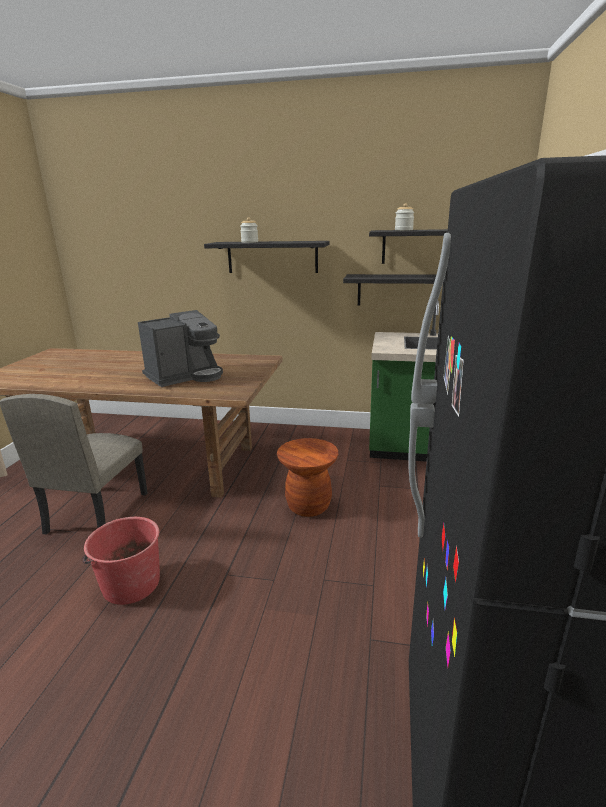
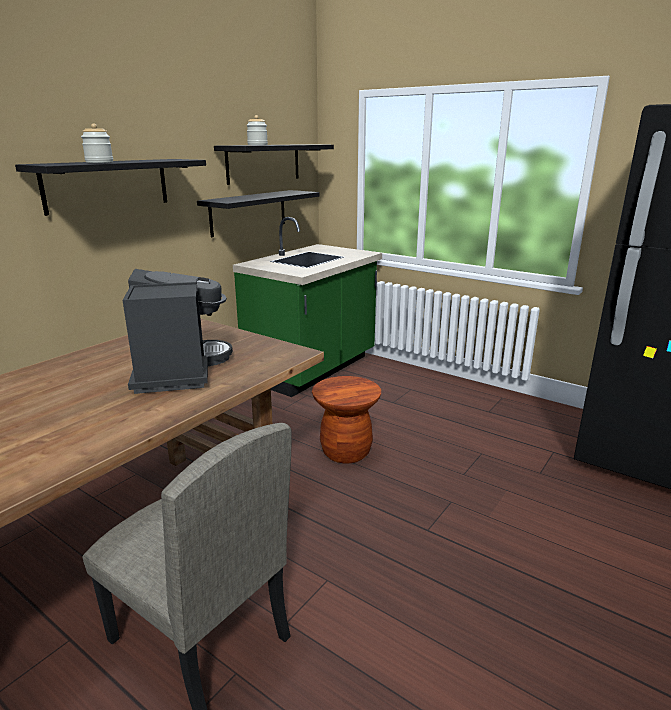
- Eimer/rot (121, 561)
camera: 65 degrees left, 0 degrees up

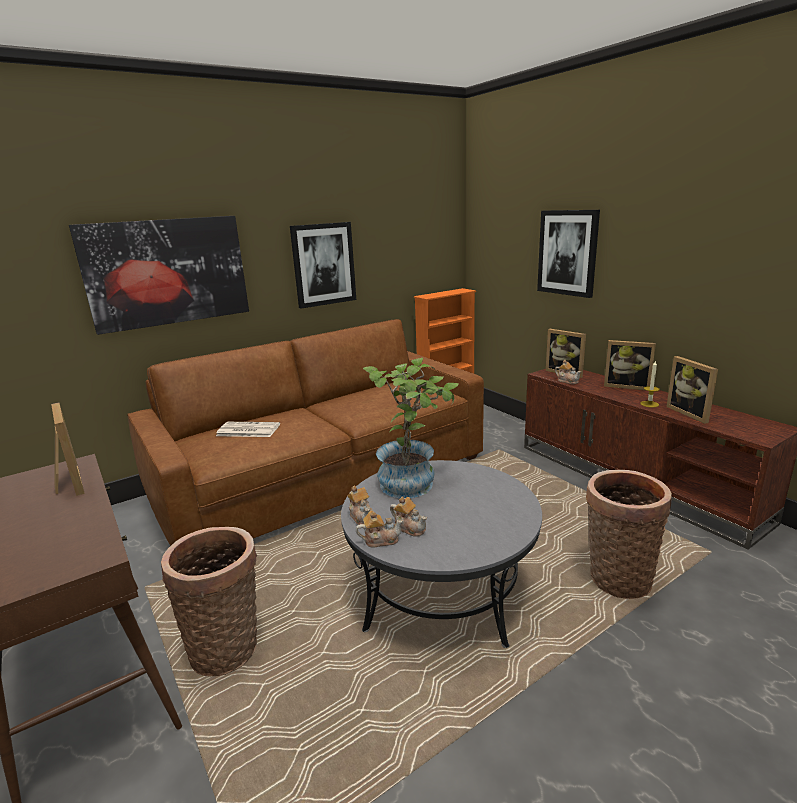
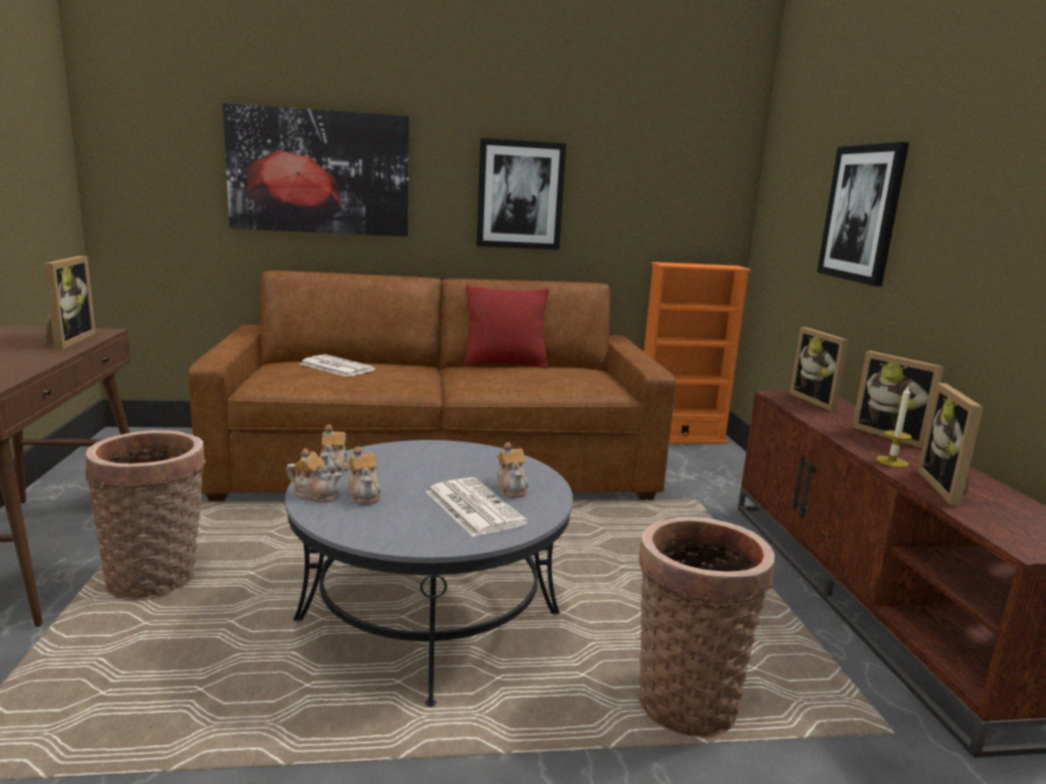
+ Zeitung (477, 507)
+ Kissen/rot (506, 326)
~ Teekanne (568, 372) to (513, 470)
- Topfpflanze (411, 428)
camera: 25 degrees right, 5 degrees down

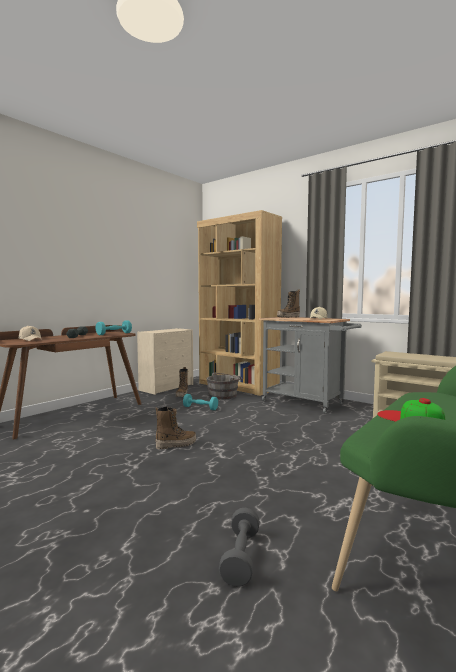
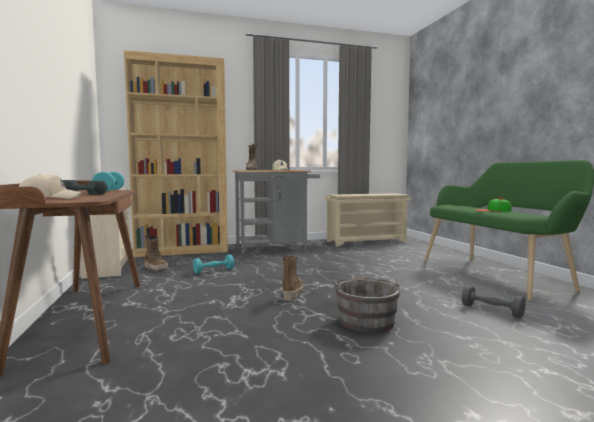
~ Eimer/grau (224, 386) to (367, 305)
camera: 55 degrees left, 0 degrees up

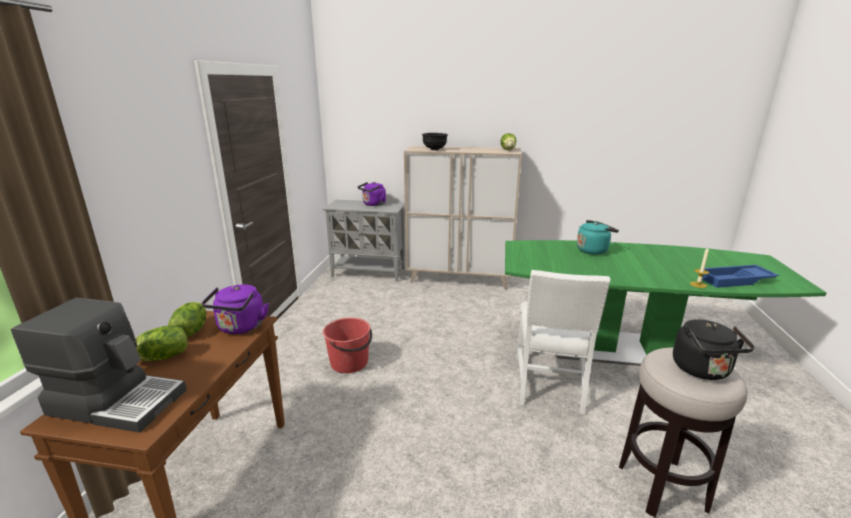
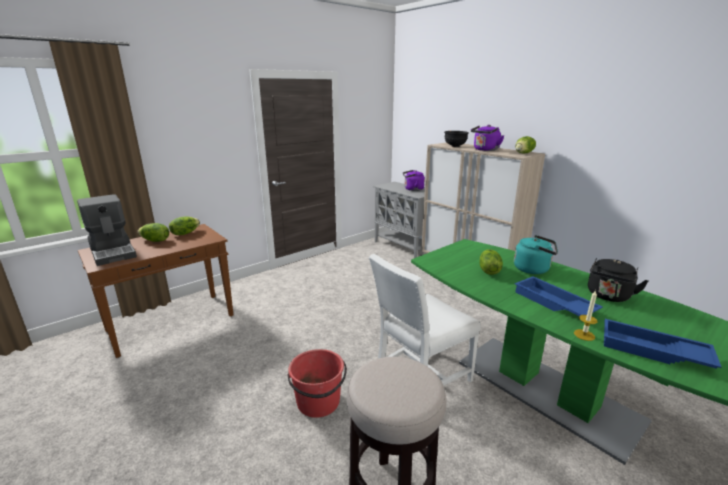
~ Eimer/rot (347, 345) to (317, 383)
~ Wasserkessel/lila (235, 309) to (488, 138)
+ Salatkopf (491, 262)
+ Tablett/blau (559, 296)
~ Wasserkessel/schwarz (714, 349) to (618, 280)
camera: 40 degrees right, 0 degrees up

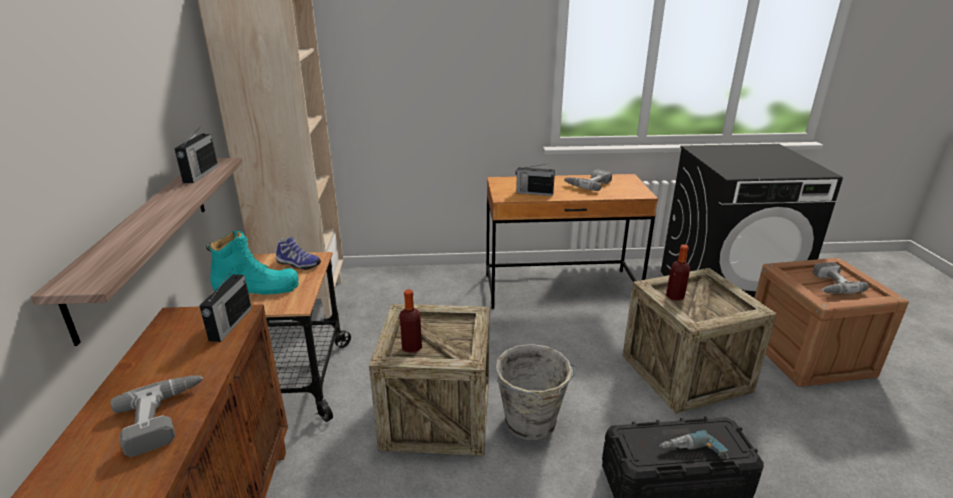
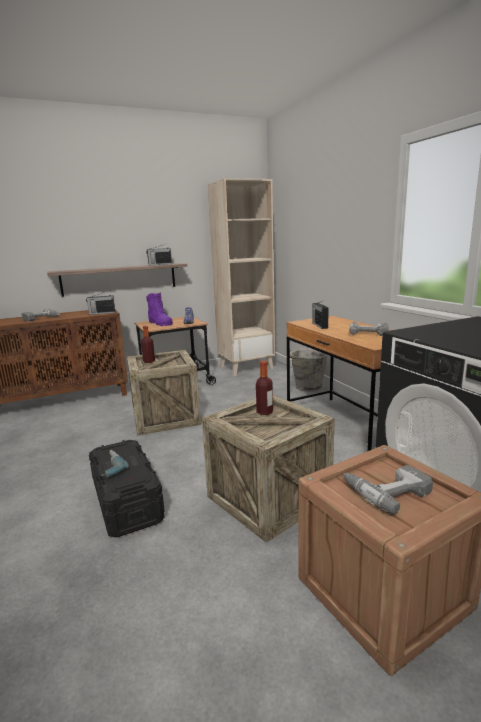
~ Stiefel/türkis (252, 263) to Stiefel/lila (159, 309)
~ Eimer/grau (535, 392) to (308, 370)
camera: 70 degrees right, 10 degrees down

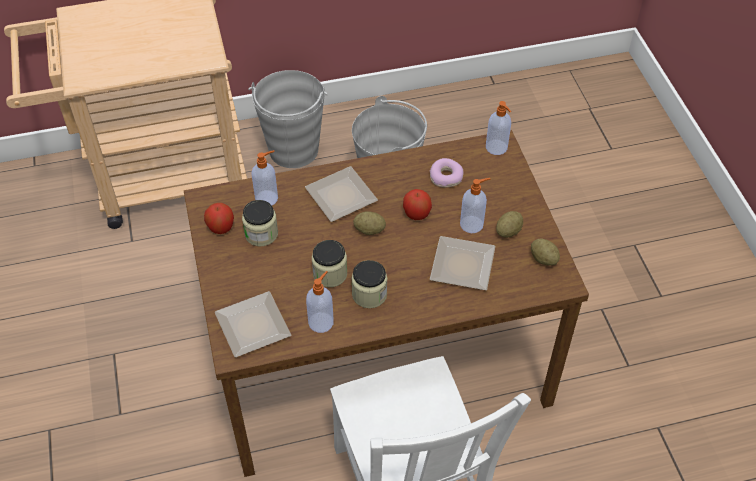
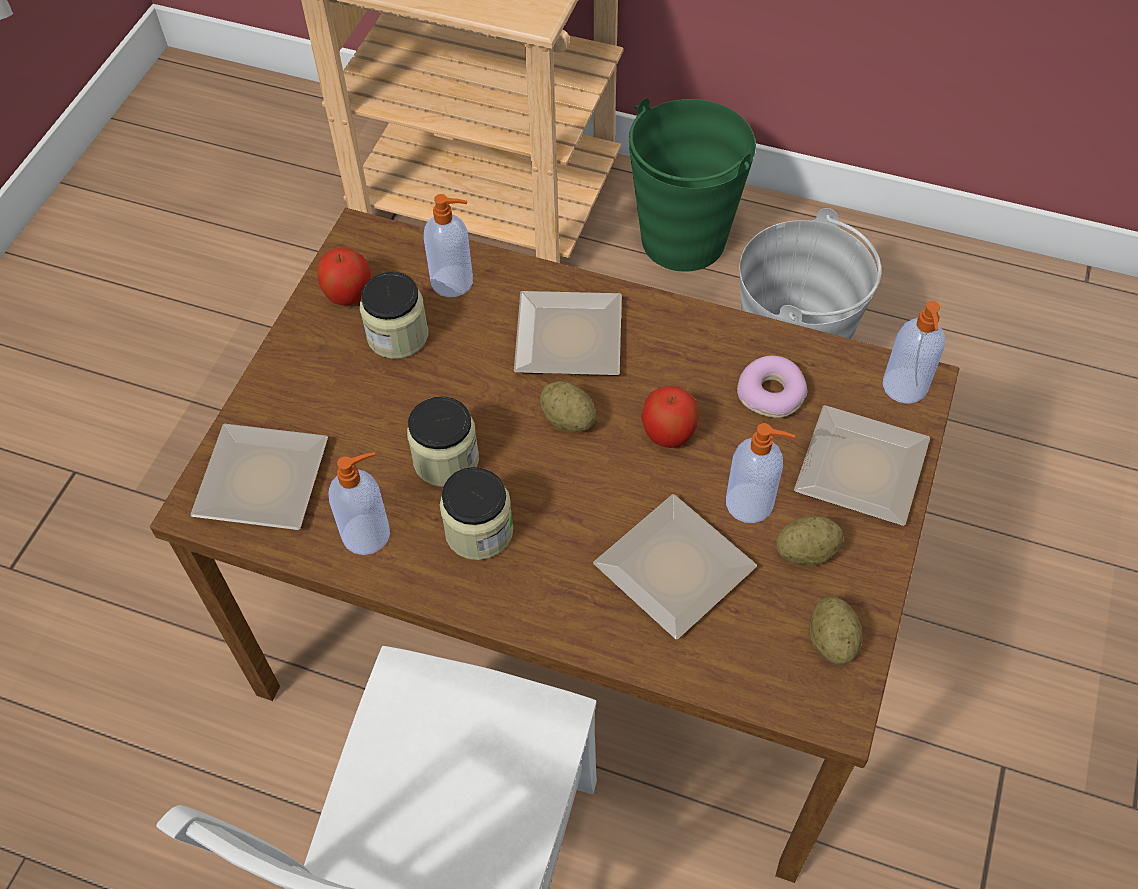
~ Eimer/grau (288, 119) to Eimer/grün (692, 185)
+ Teller (862, 465)
camera: 35 degrees right, 5 degrees up

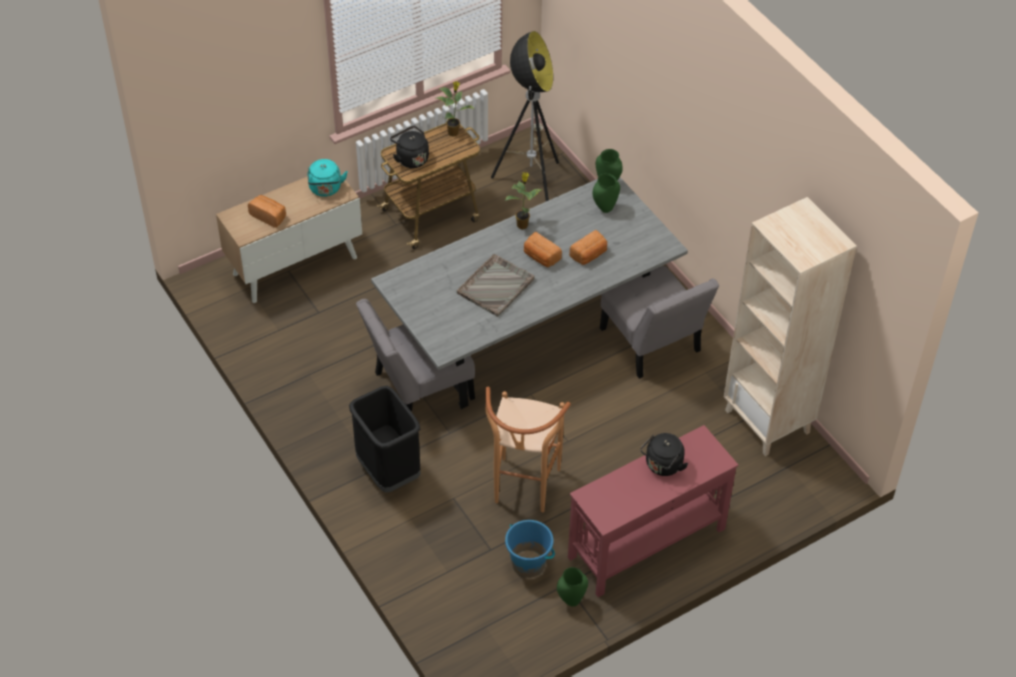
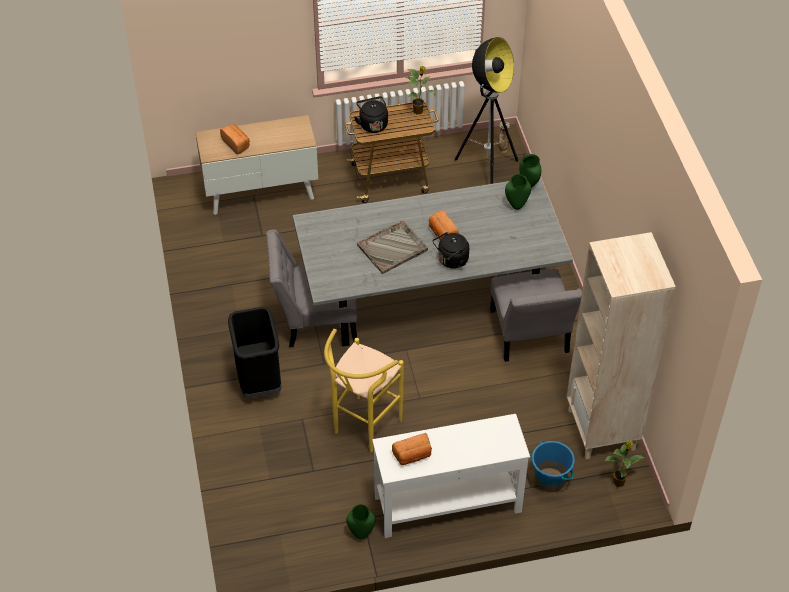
~ Hocker/braun (528, 449) to Hocker/gelb (364, 390)
~ Konsolentisch/rot (653, 511) to Konsolentisch/weiß (451, 476)
~ Brot (588, 247) to (412, 449)
~ Wasserkessel/schwarz (664, 454) to (451, 250)
~ Eimer/blau (530, 549) to (553, 466)
~ Topfpflanze (524, 201) to (624, 463)
- Wasserkessel/türkis (328, 178)
camera: 20 degrees right, 0 degrees up

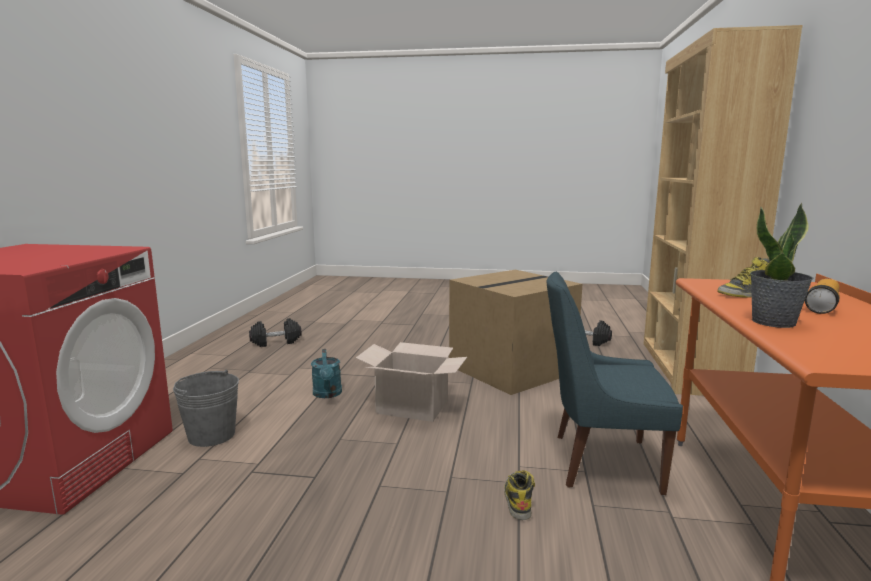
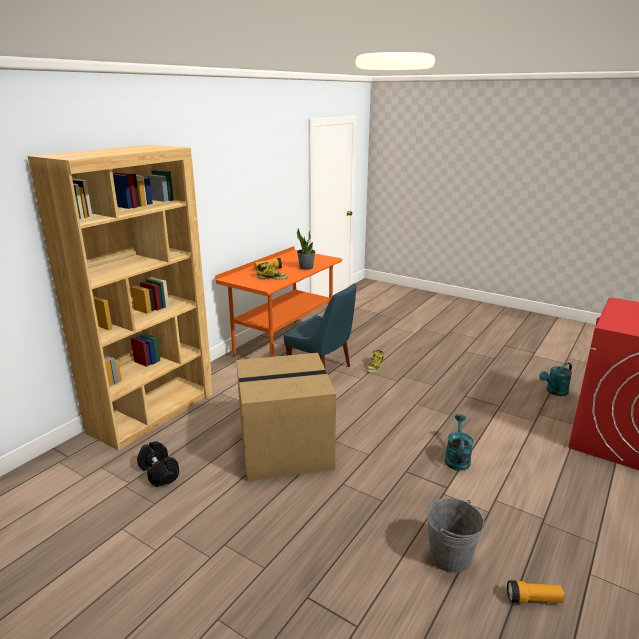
~ Eimer/grau (206, 408) to (455, 535)
~ Hantel/schwarz (275, 332) to Taschenlampe (535, 591)
+ Gießkanne/türkis (555, 379)
- Karton (411, 382)
camera: 155 degrees left, 10 degrees up

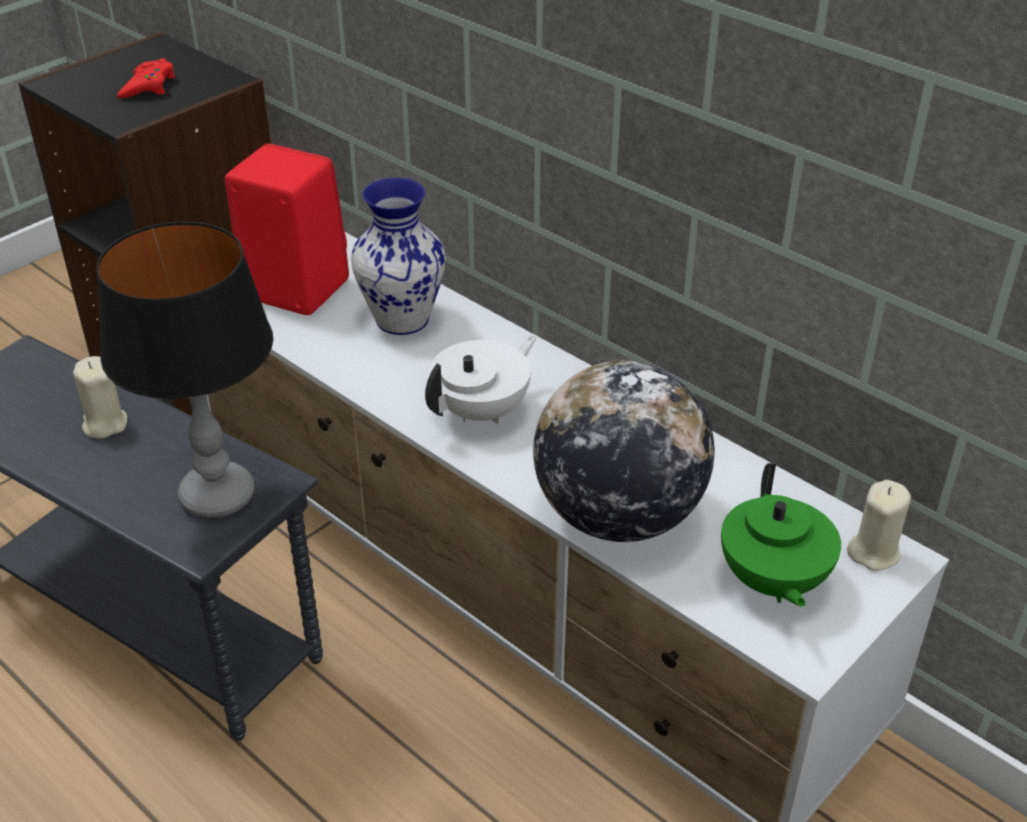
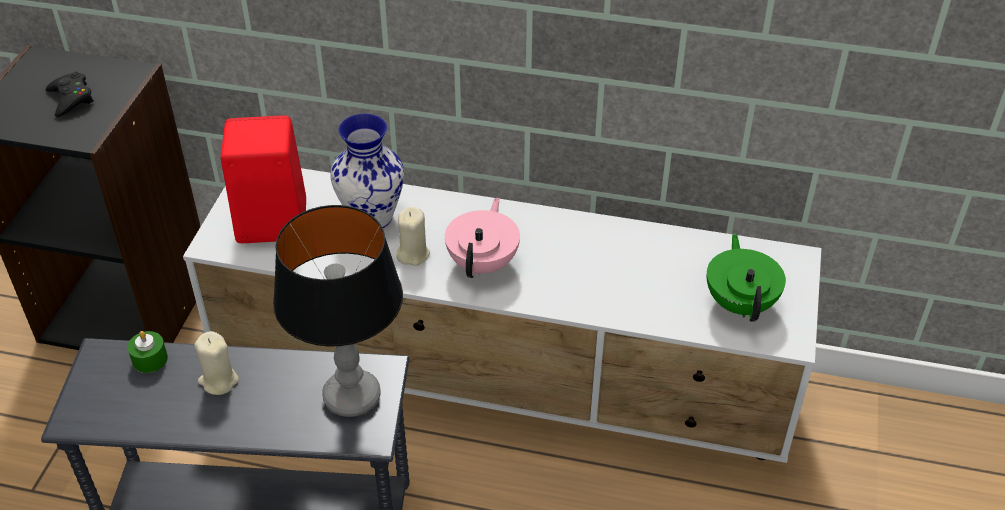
~ Gamepad/rot (146, 78) to Gamepad/schwarz (70, 94)
+ Kerze/grün (147, 352)
~ Kerze/beige (879, 525) to (413, 236)
~ Teekanne/weiß (480, 380) to Teekanne/rosa (482, 237)
~ Teekanne/grün (781, 535) = (746, 277) 150 degrees counterclockwise
- Globus (623, 451)
camera: 30 degrees left, 5 degrees up

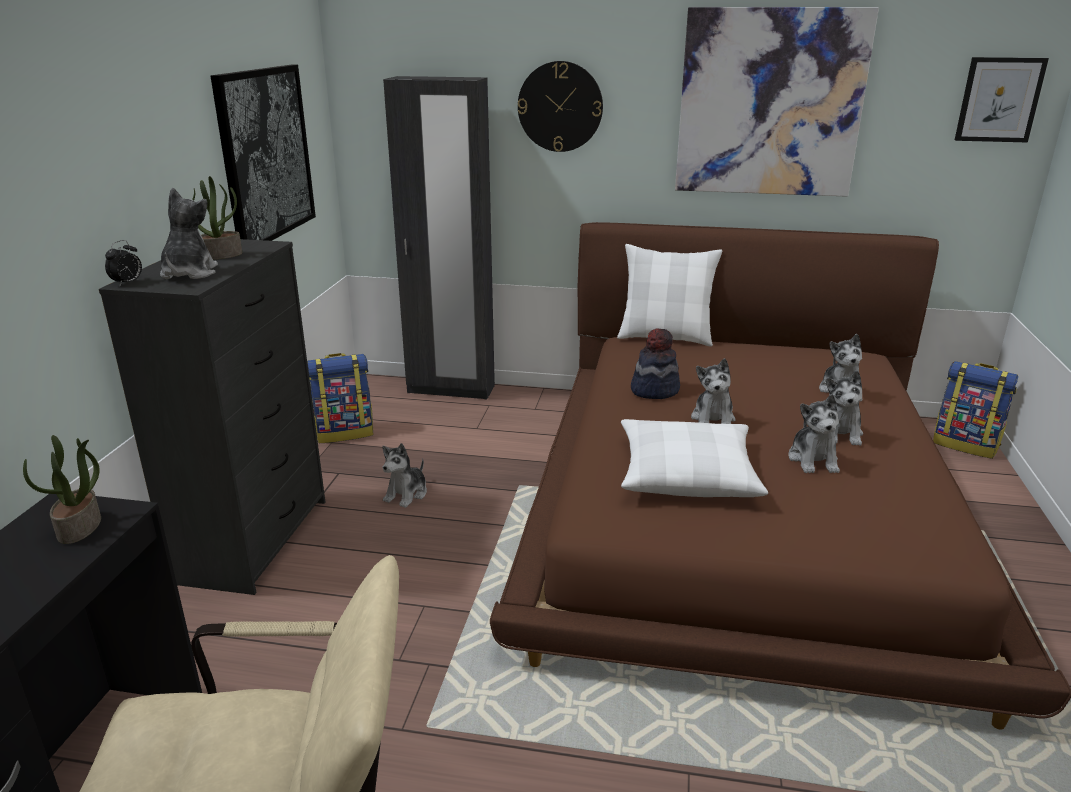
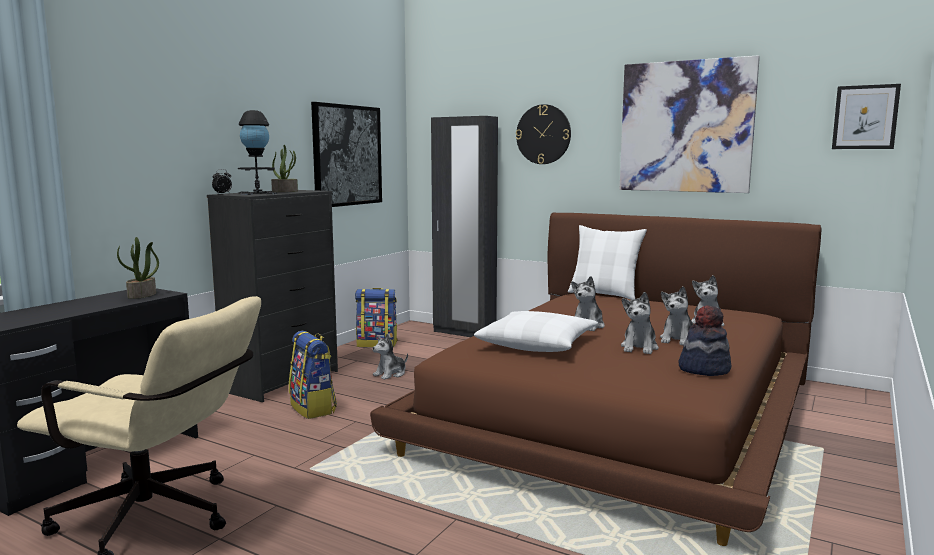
~ Plüschtier (189, 233) to Tischlampe/schwarz (257, 152)
~ Rucksack (975, 410) to (313, 375)
~ Hut (655, 363) to (705, 341)
camera: 20 degrees right, 15 degrees down

